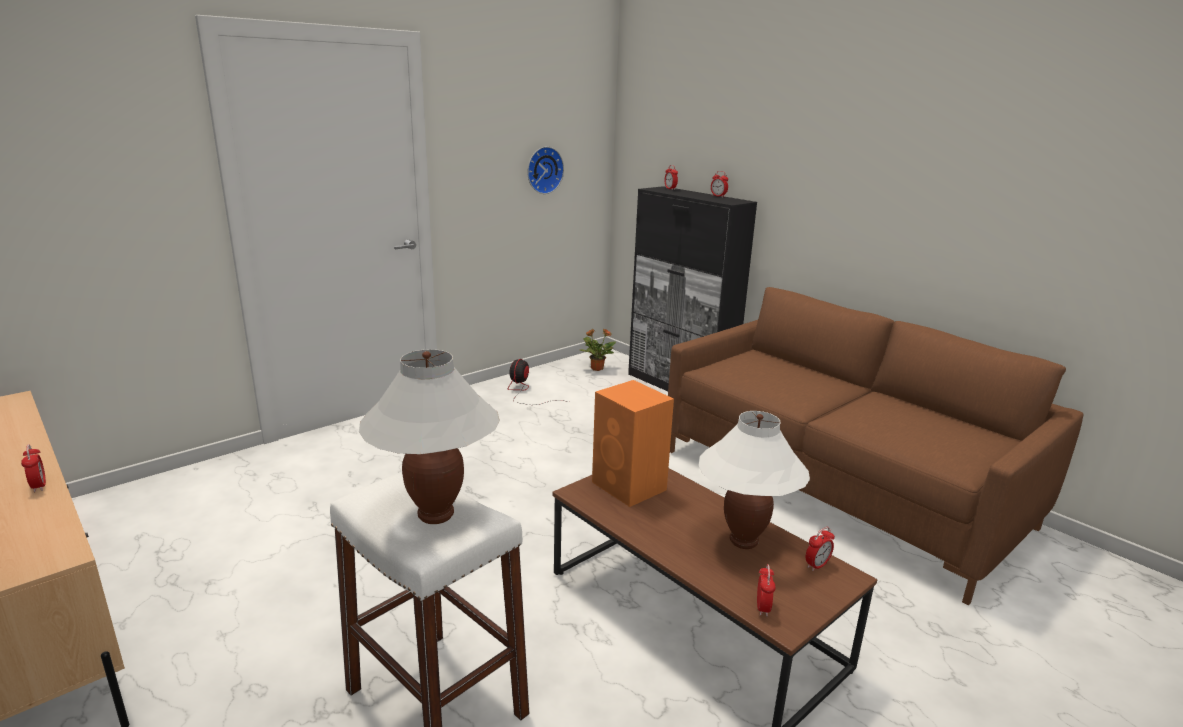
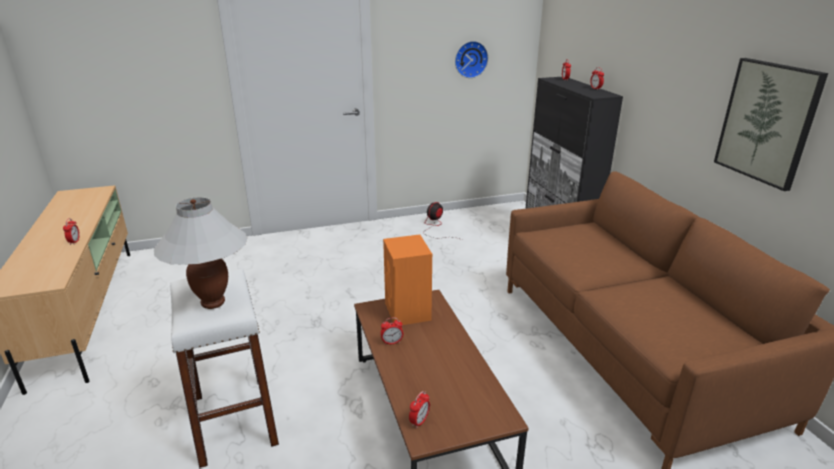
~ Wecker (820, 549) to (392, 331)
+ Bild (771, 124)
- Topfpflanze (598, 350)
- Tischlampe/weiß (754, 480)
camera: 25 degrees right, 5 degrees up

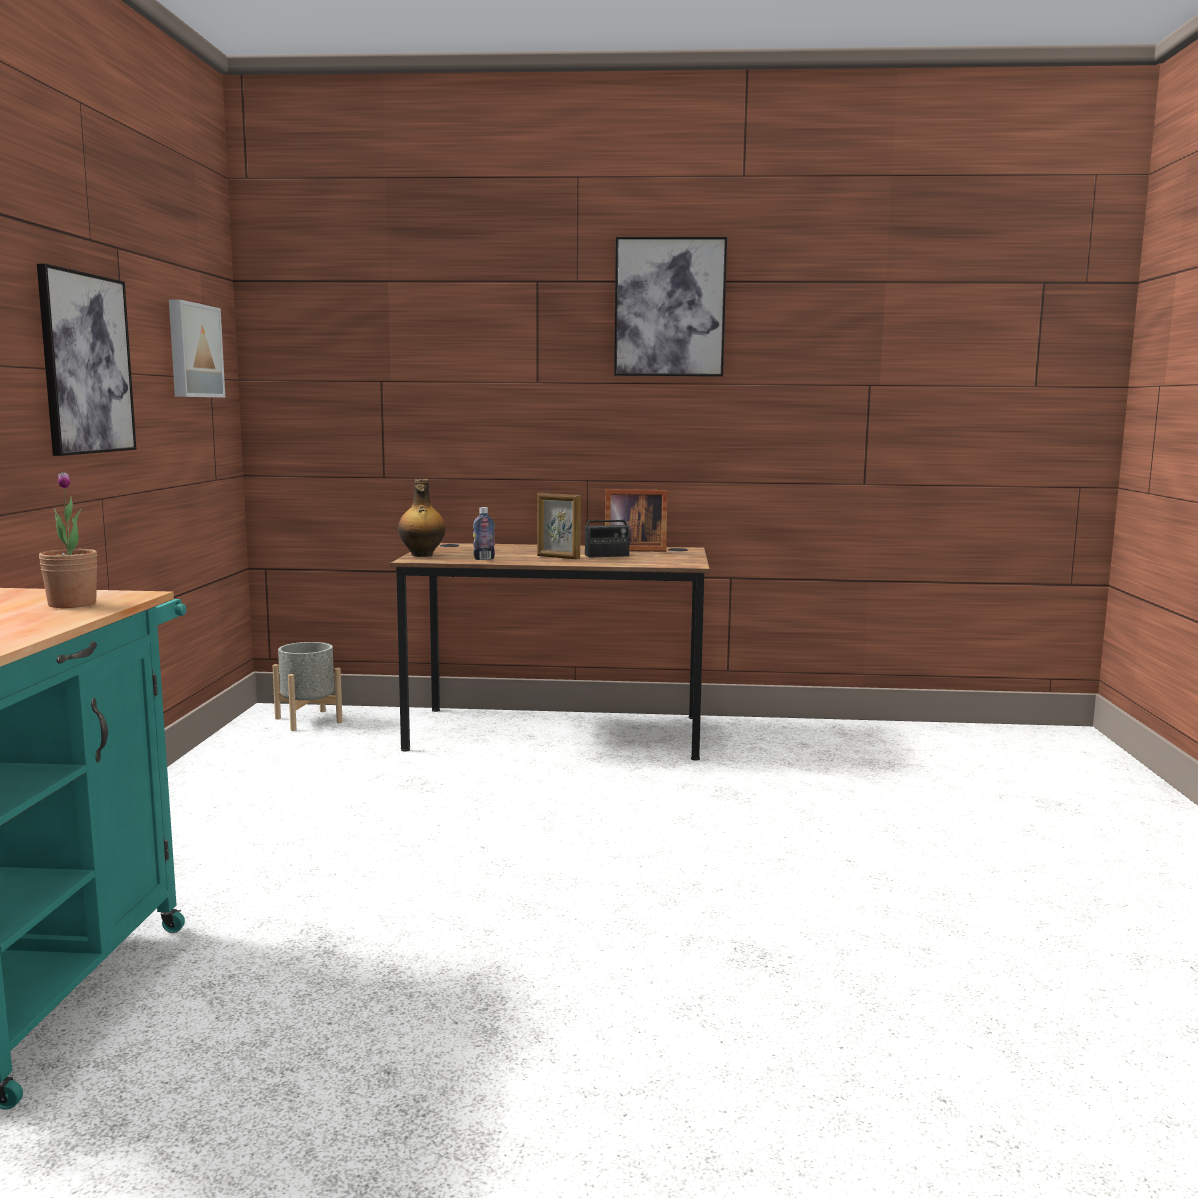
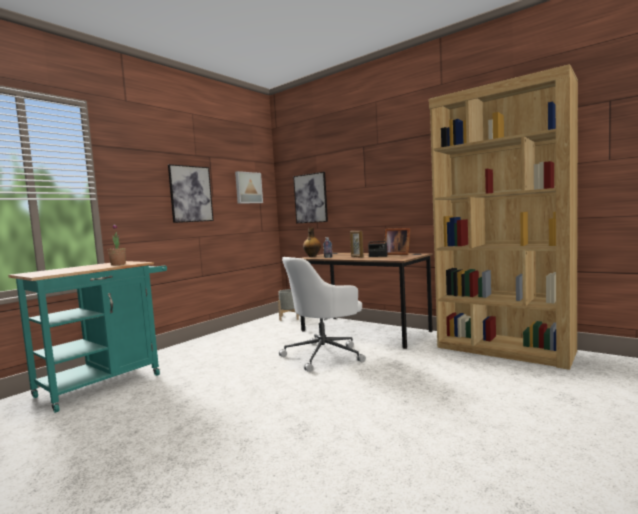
+ Bürostuhl/weiß (322, 314)
~ Bild (671, 307) to (310, 197)
+ Bücherregal/braun (503, 217)
camera: 35 degrees right, 5 degrees down

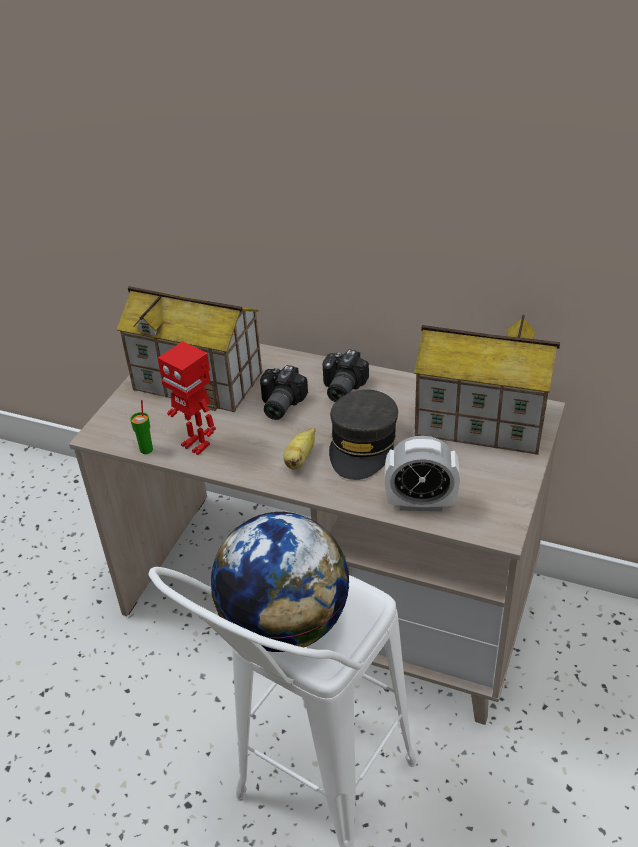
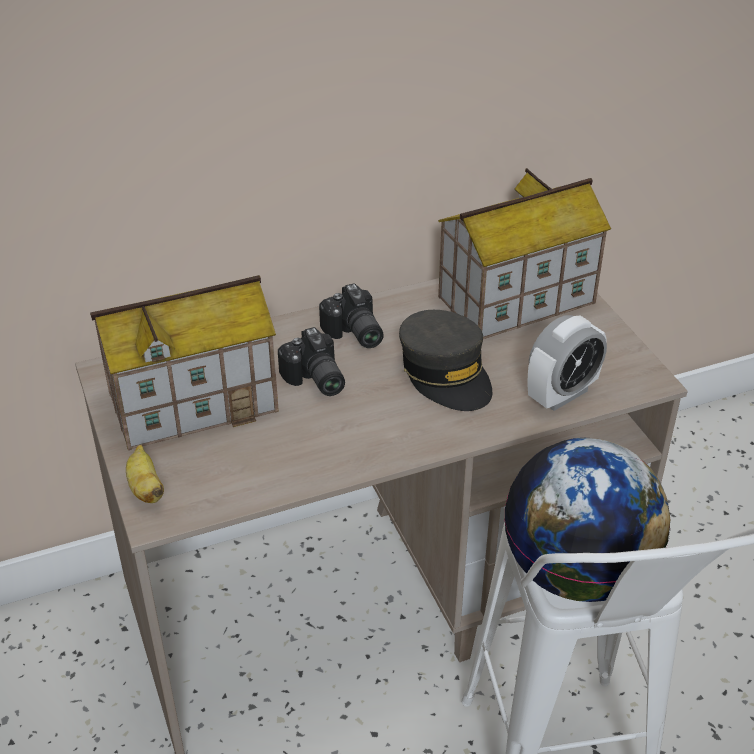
~ Banane (299, 449) to (145, 474)
- Tasse/grün (141, 427)
- Spielzeugroboter (187, 398)
camera: 45 degrees left, 0 degrees up

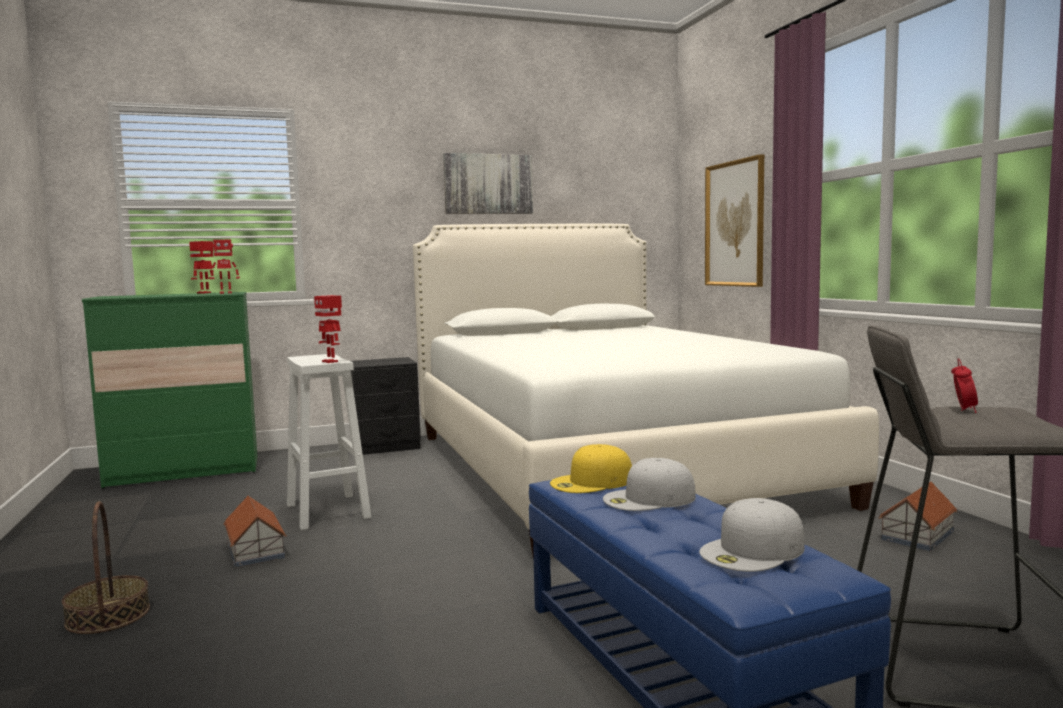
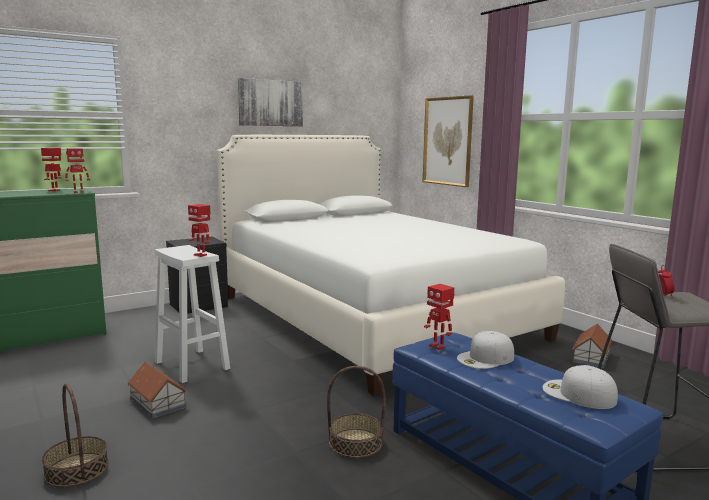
+ Korb (356, 412)
~ Kappe/gelb (591, 468) to Spielzeugroboter (439, 317)
~ Kappe/weiß (752, 535) = (580, 387) 90 degrees clockwise
camera: 15 degrees left, 5 degrees up

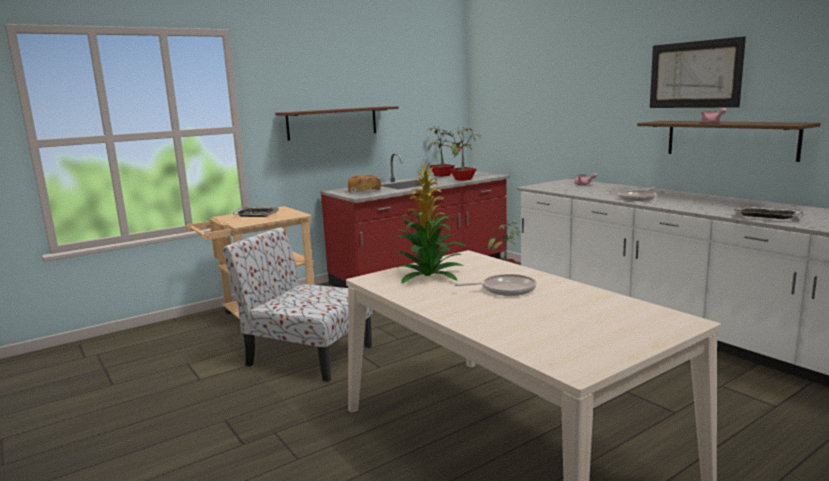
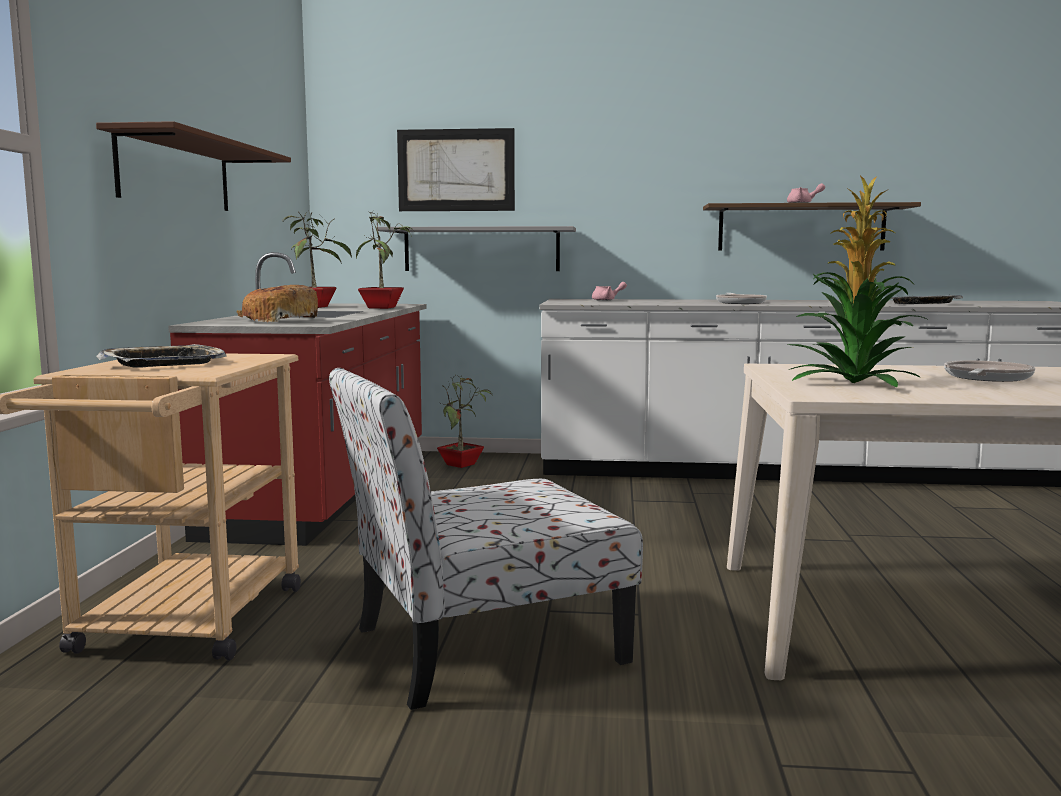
+ Wandregal/grau (476, 248)
~ Bild (698, 72) to (456, 169)
camera: 50 degrees left, 5 degrees down

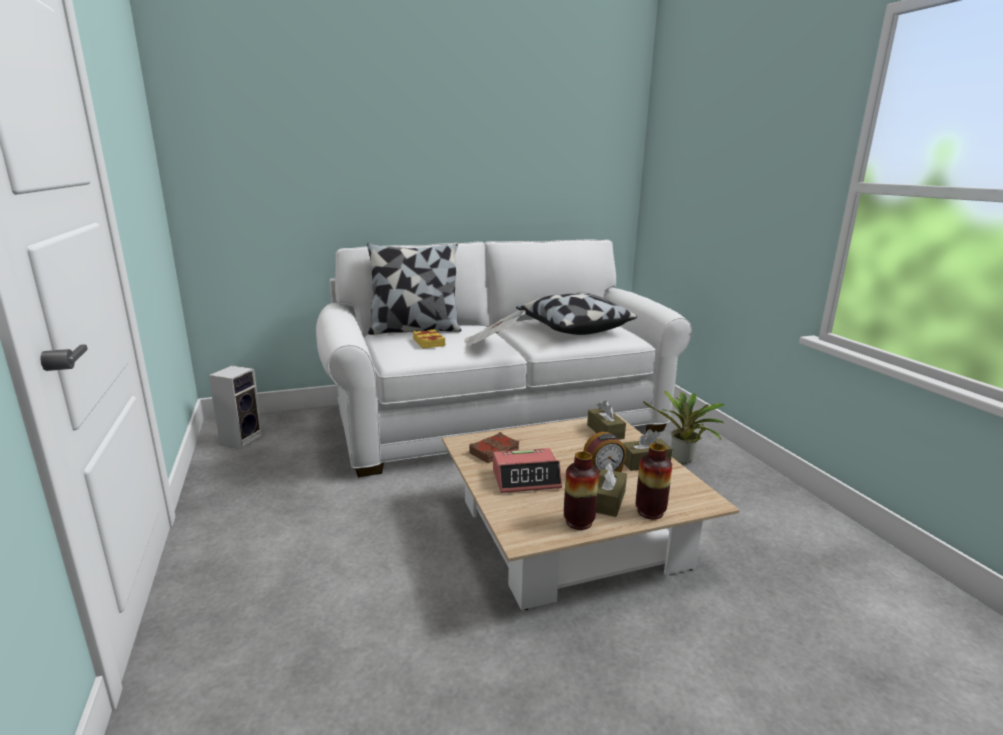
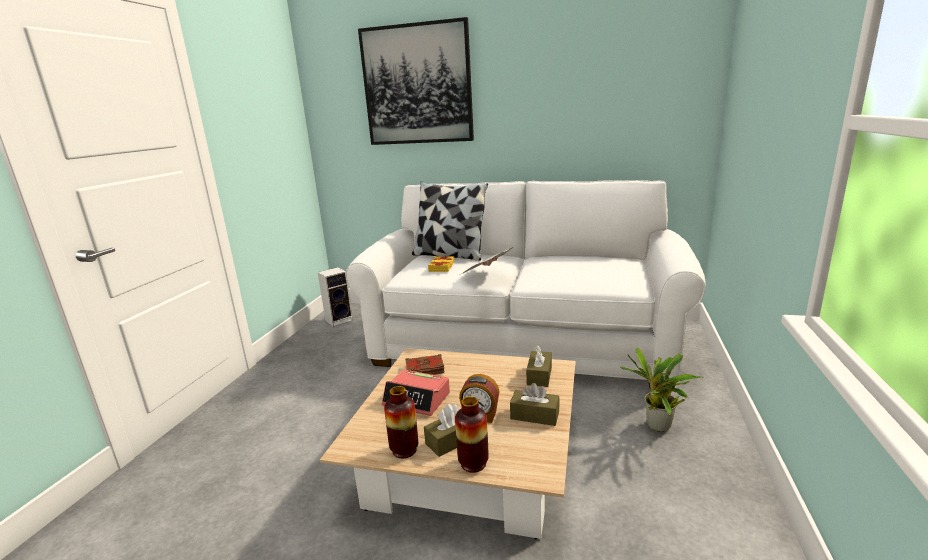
+ Bild (416, 81)
- Kissen (576, 313)
camera: 35 degrees right, 0 degrees up

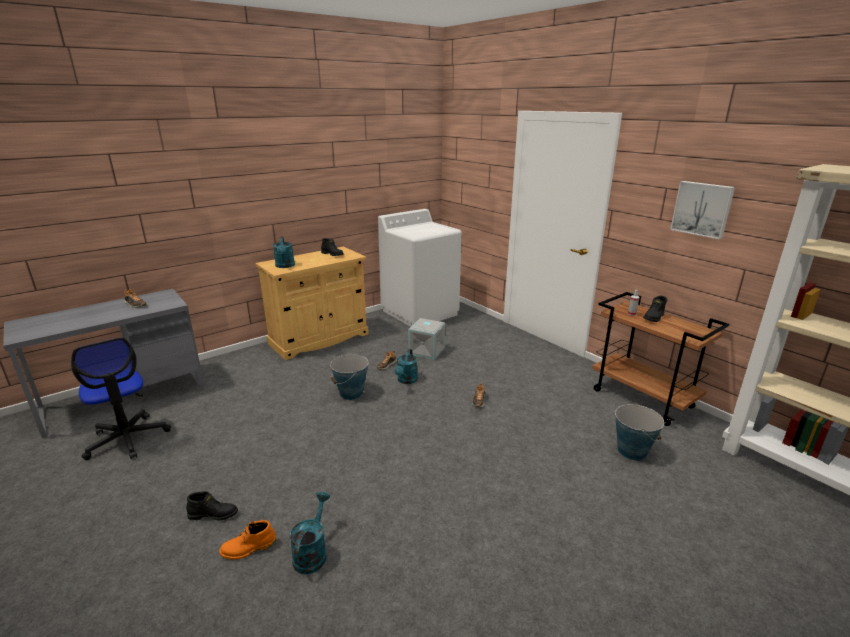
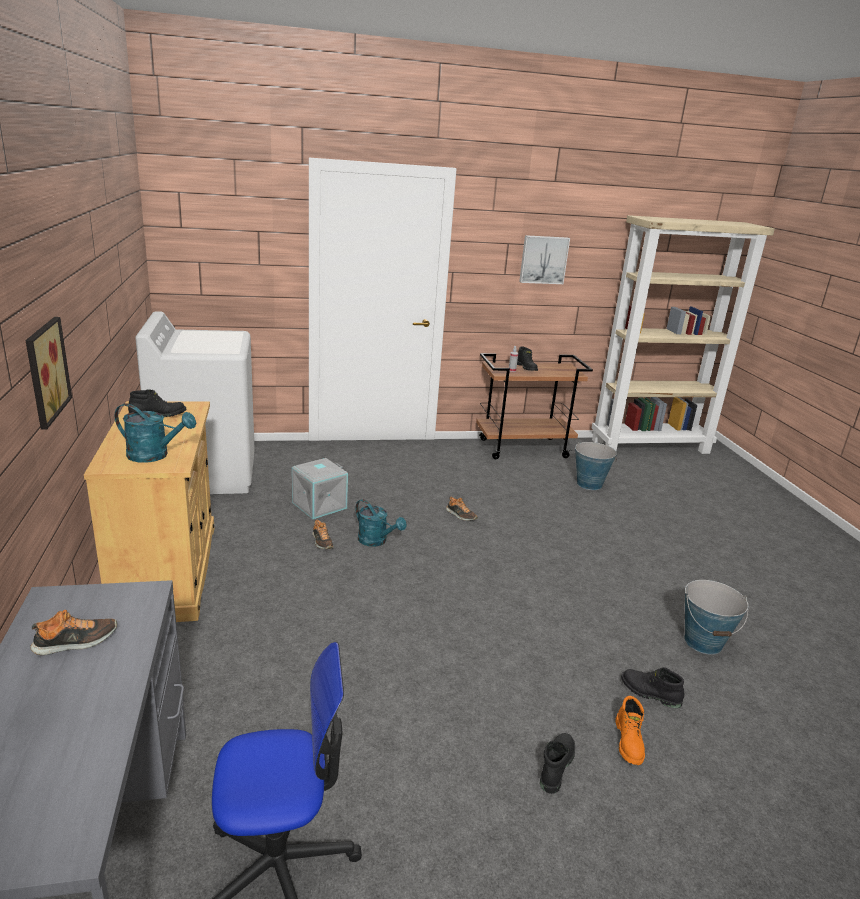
+ Bild (49, 373)
~ Gießkanne/türkis (310, 533) to Stiefel/schwarz (652, 687)
~ Eimer (349, 377) to (716, 617)
camera: 65 degrees left, 0 degrees up

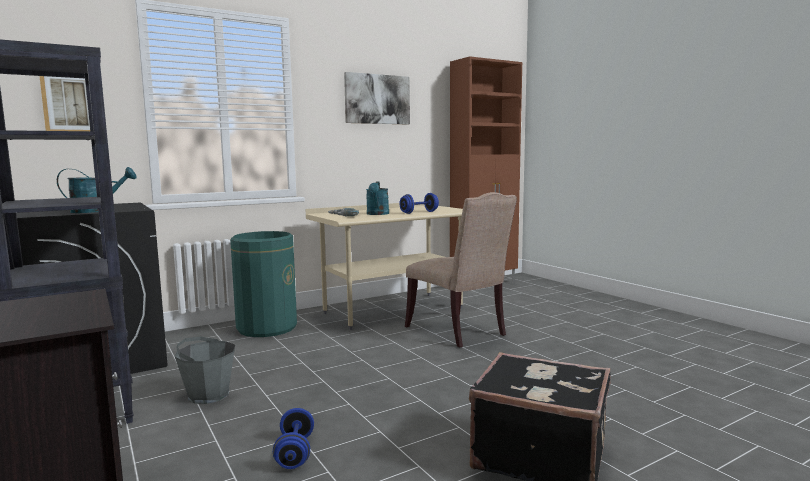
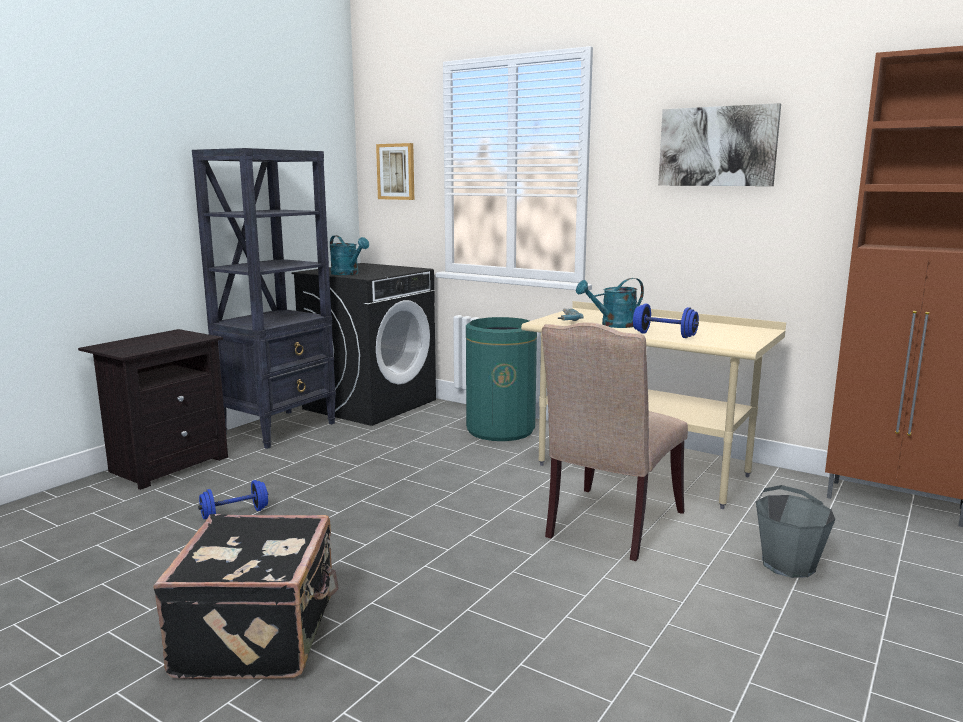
~ Eimer/grau (205, 370) to (796, 531)
camera: 65 degrees right, 5 degrees up

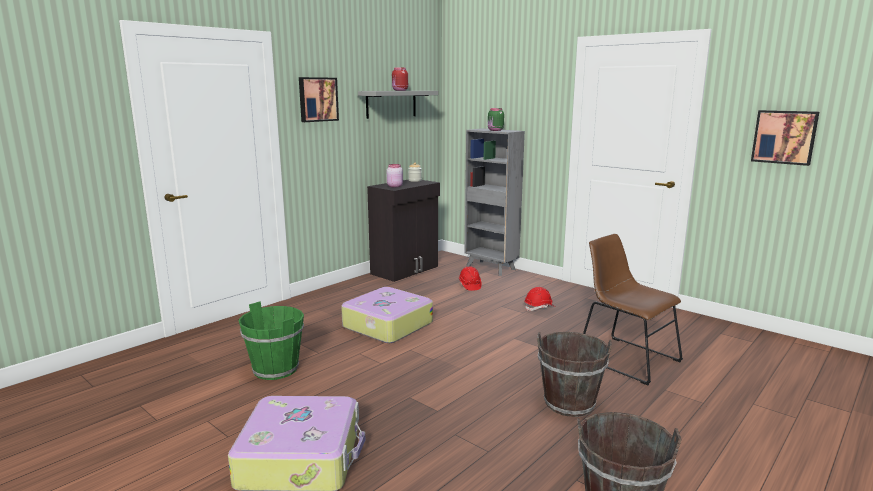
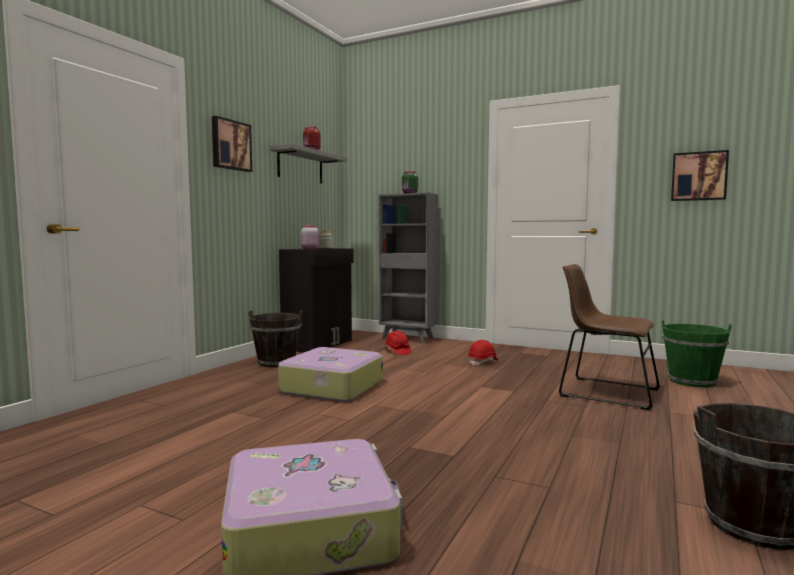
~ Eimer/braun (574, 374) to (275, 338)
~ Eimer/grün (271, 340) to (697, 353)
camera: 15 degrees left, 10 degrees down

